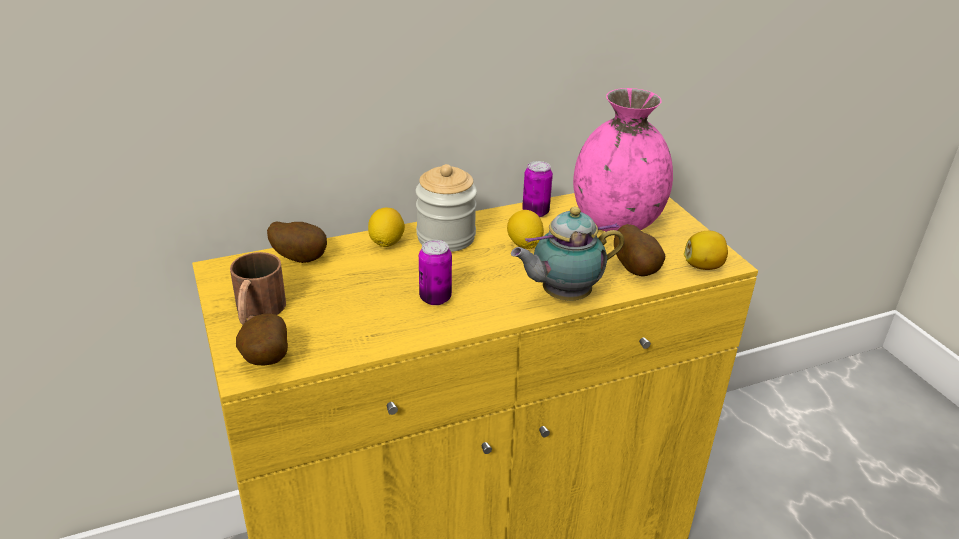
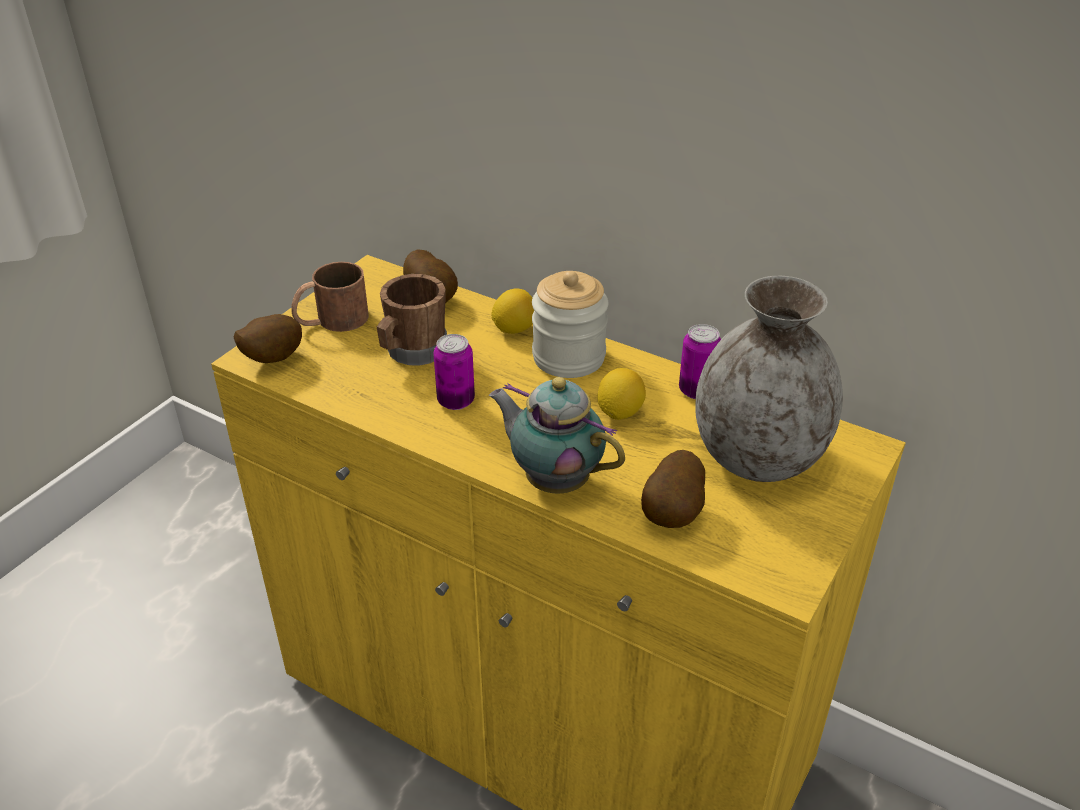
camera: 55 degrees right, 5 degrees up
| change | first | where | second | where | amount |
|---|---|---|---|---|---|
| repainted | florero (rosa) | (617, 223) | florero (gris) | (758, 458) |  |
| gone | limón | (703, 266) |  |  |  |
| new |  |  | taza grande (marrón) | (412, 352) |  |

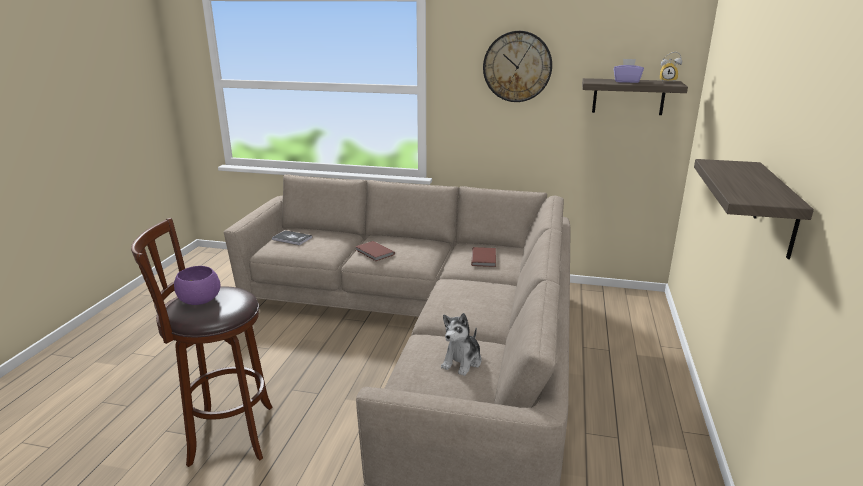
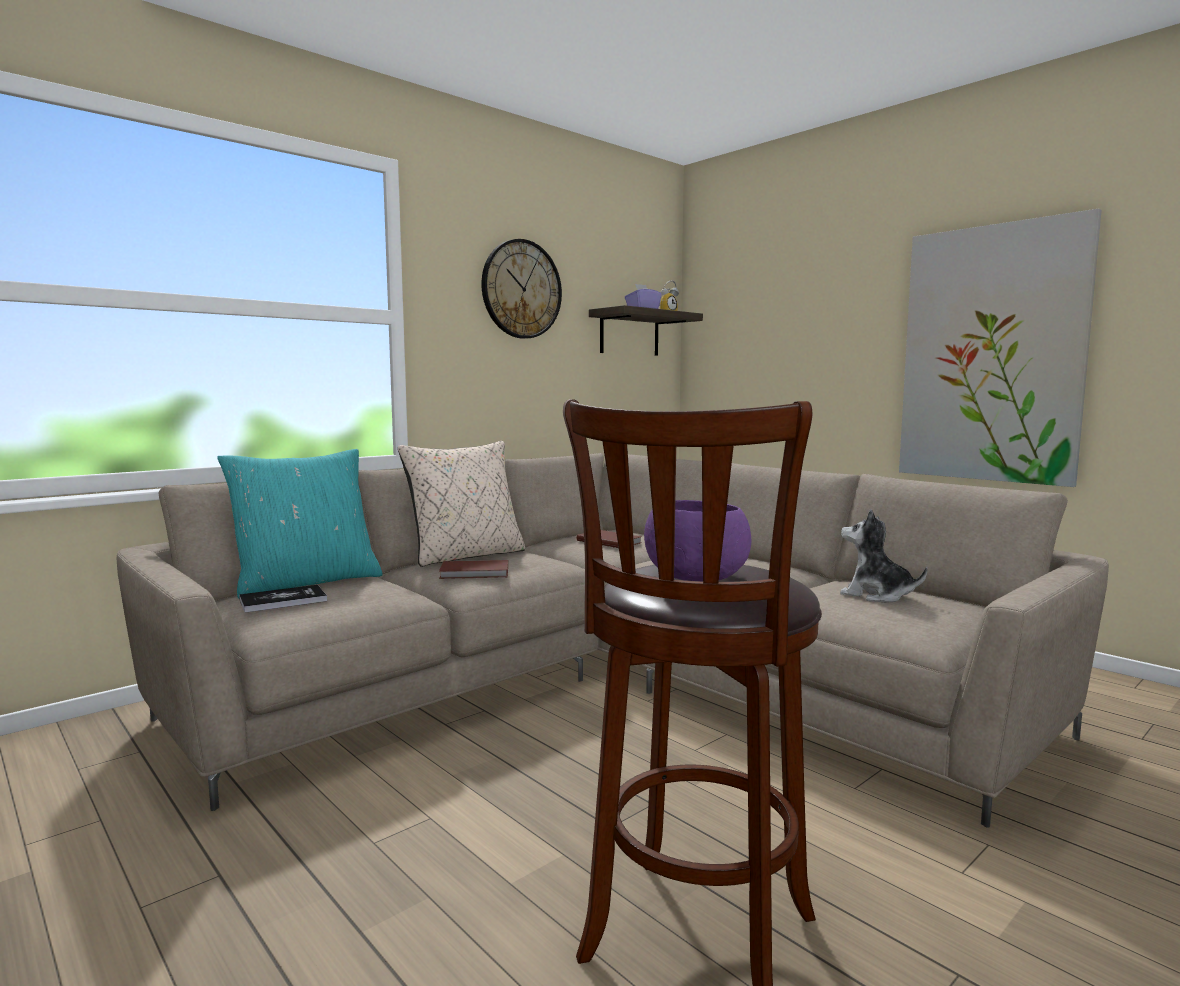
camera: 55 degrees left, 15 degrees down
| change | first | where | second | where | amount |
|---|---|---|---|---|---|
| swapped | estante | (777, 210) | cuadro | (991, 354) |  |
| rotated | peluche | (462, 361) |  | (876, 595) | 150 degrees clockwise |
| new |  |  | cojín (beis) | (466, 556) |  |
| new |  |  | cojín (turquesa) | (306, 582) |  |

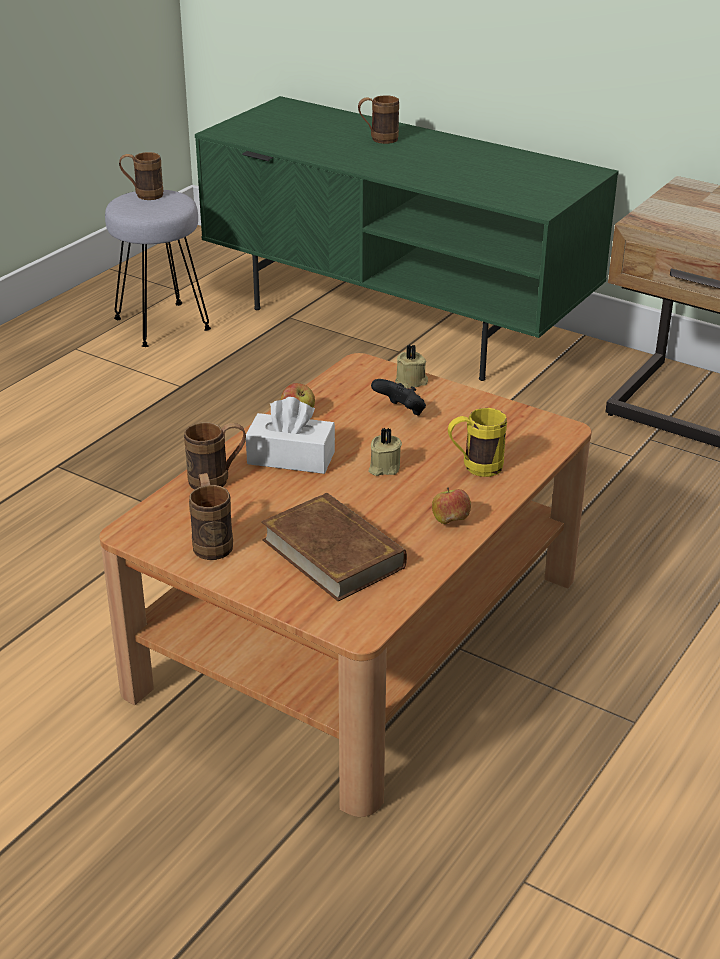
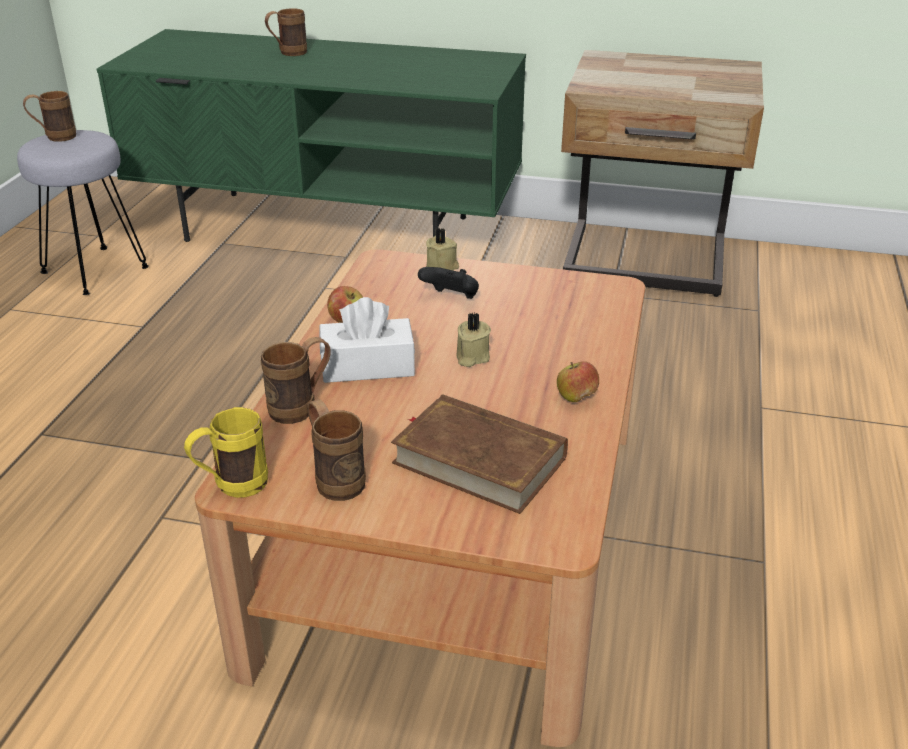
camera: 20 degrees left, 0 degrees up
| change | first | where | second | where | amount |
|---|---|---|---|---|---|
| shifted | taza grande (amarillo) | (474, 468) |  | (231, 487) |  |

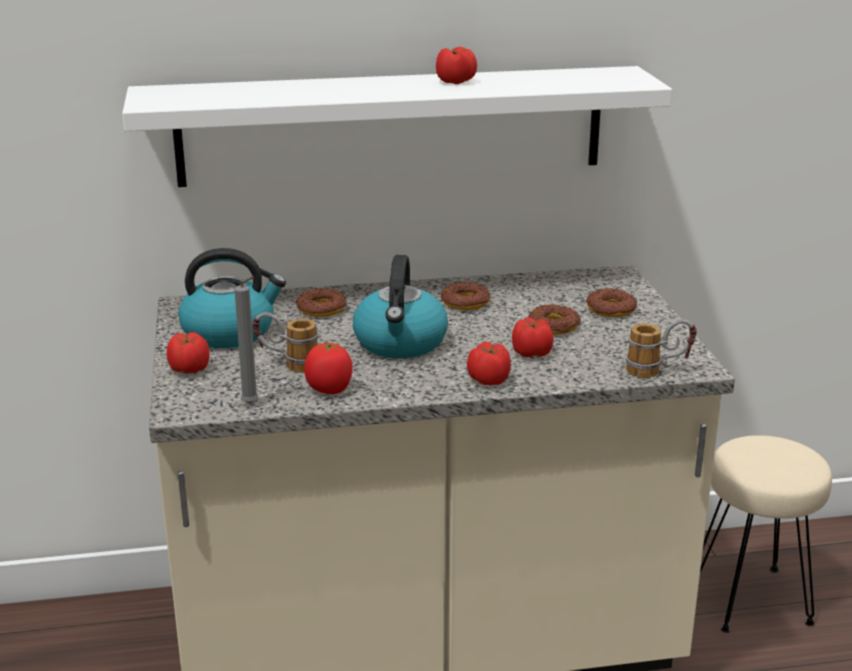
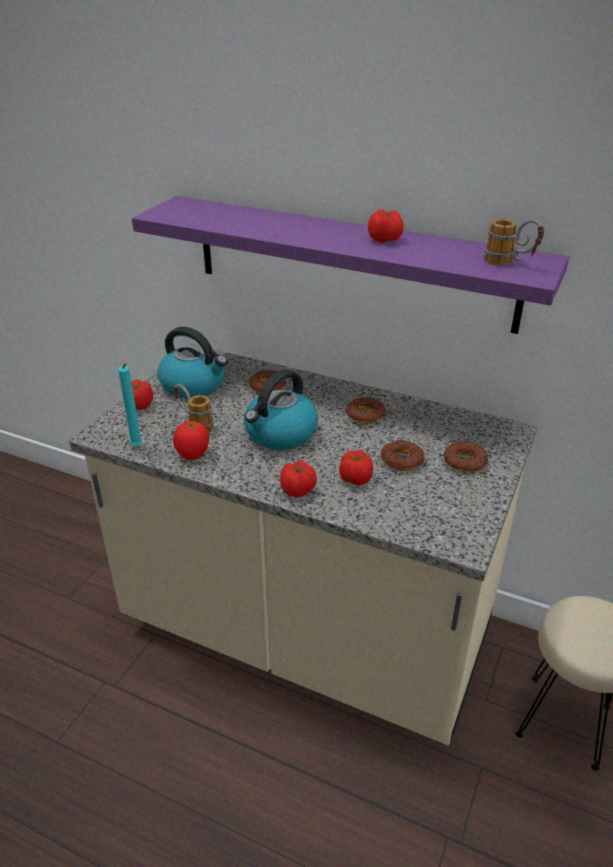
camera: 35 degrees right, 10 degrees up
| change | first | where | second | where | amount |
|---|---|---|---|---|---|
| repainted | estante (blanco) | (392, 126) | estante (morado) | (351, 262) |  |
| repainted | vela (gris) | (252, 405) | vela (turquesa) | (137, 447) |  |
| shifted | taza grande | (658, 371) |  | (510, 263) |  |

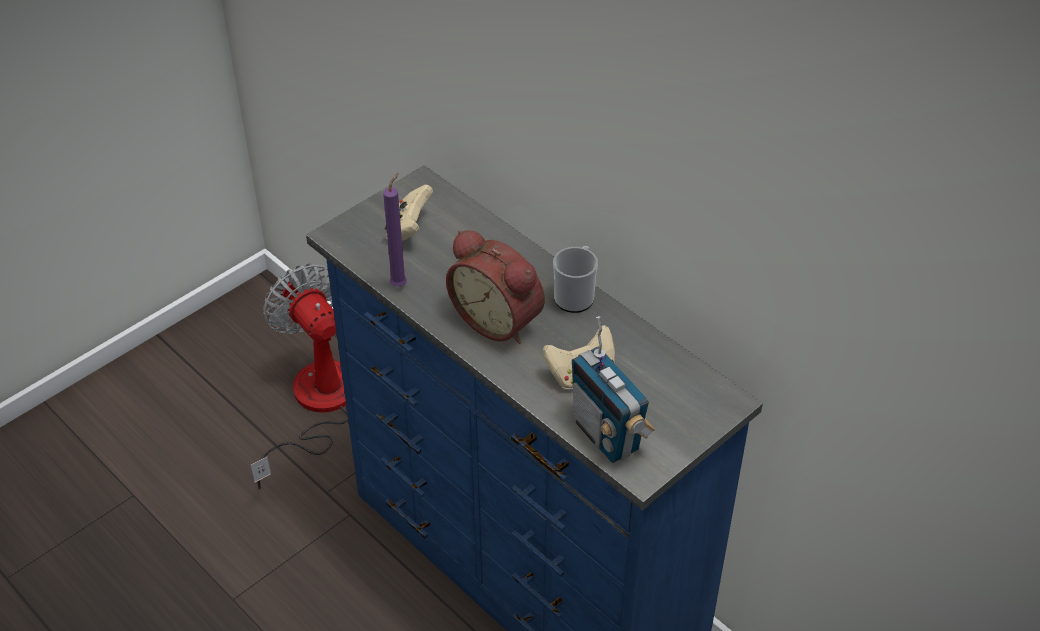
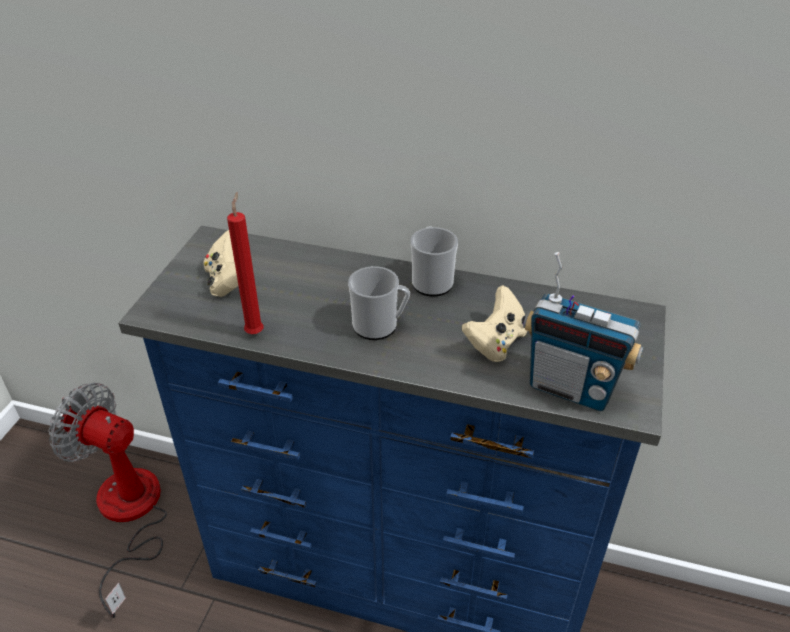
camera: 30 degrees left, 5 degrees down
| change | first | where | second | where | amount |
|---|---|---|---|---|---|
| repainted | vela (morado) | (400, 284) | vela (rojo) | (255, 331) |  |
| swapped | despertador | (499, 319) | taza grande | (380, 326) |  |

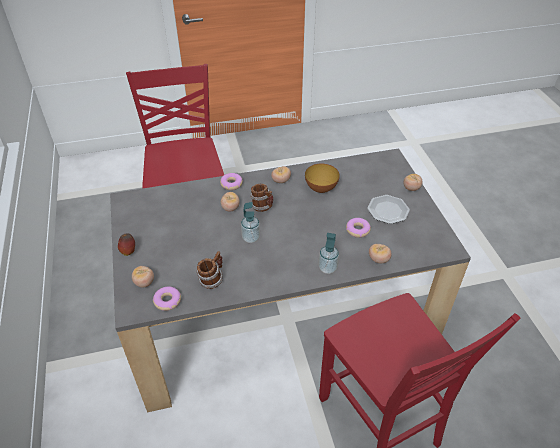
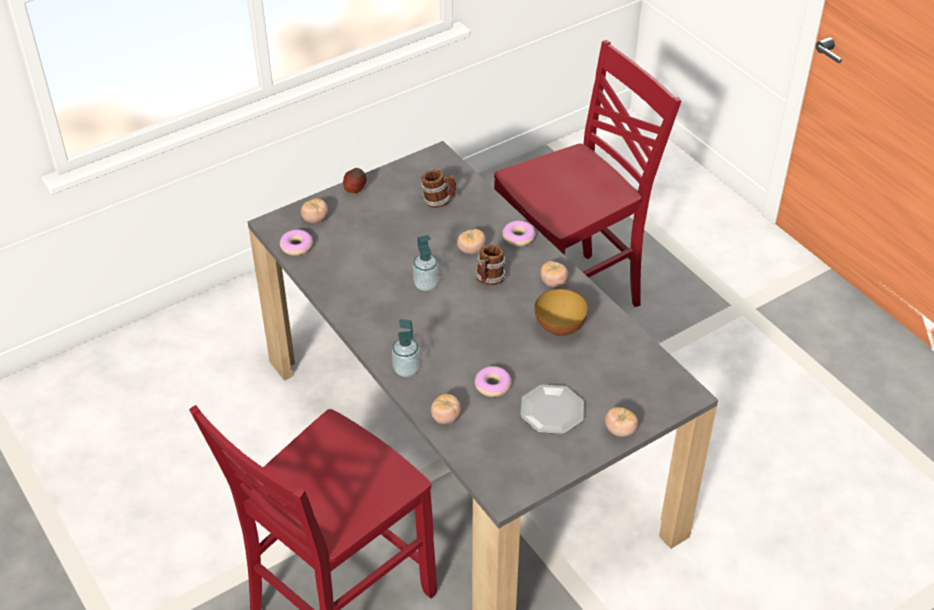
camera: 70 degrees right, 0 degrees up
| change | first | where | second | where | amount |
|---|---|---|---|---|---|
| shifted | taza grande | (212, 279) |  | (439, 201) |  |

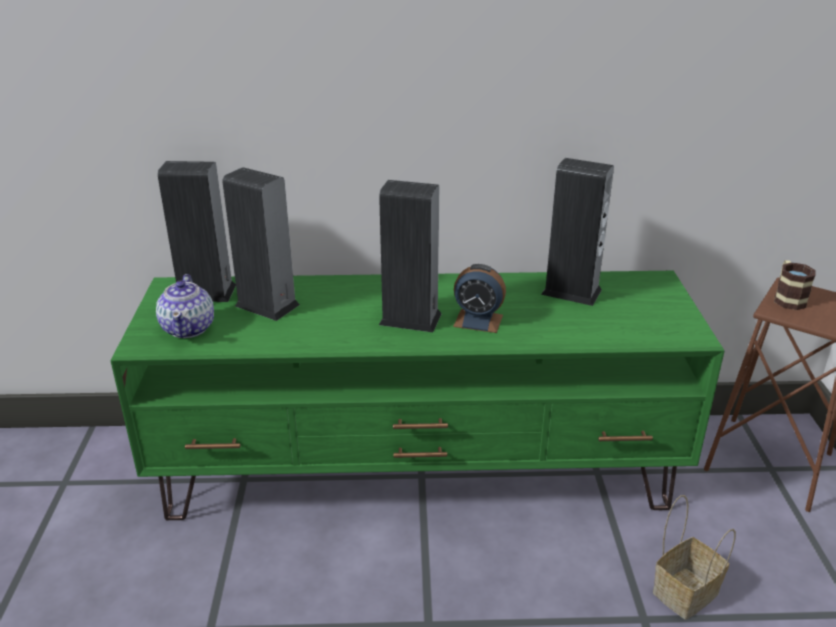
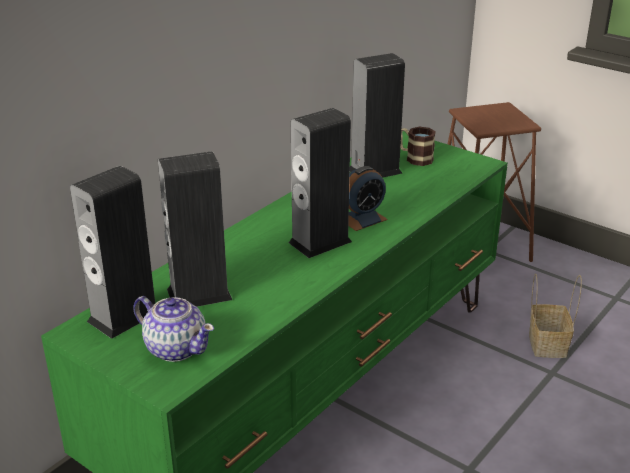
camera: 50 degrees left, 0 degrees up
| change | first | where | second | where | amount |
|---|---|---|---|---|---|
| shifted | taza grande | (787, 298) |  | (415, 158) |  |

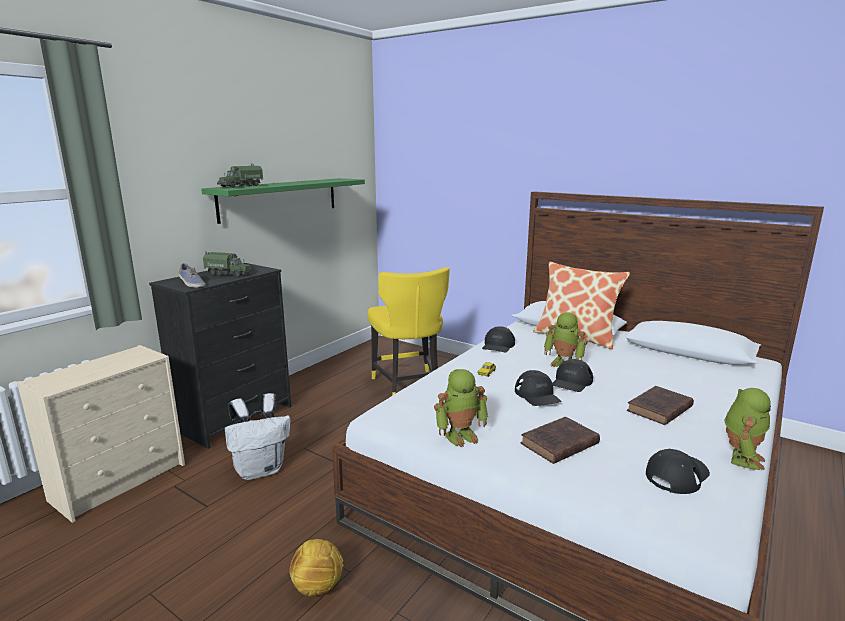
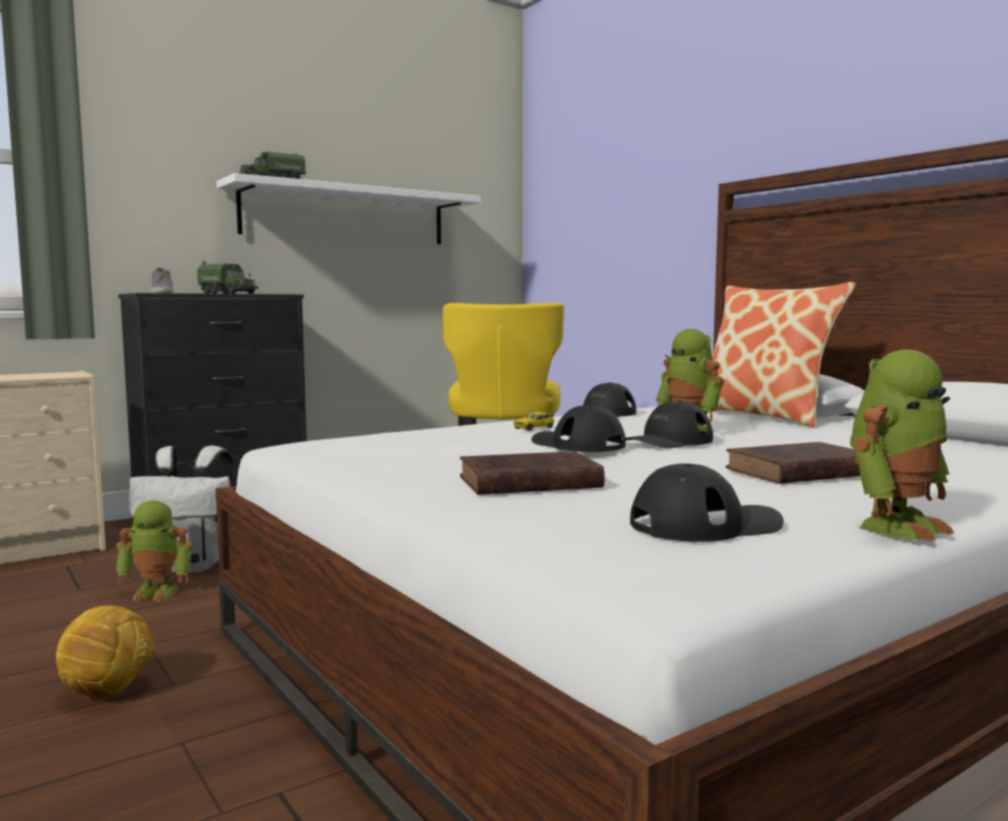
camera: 20 degrees right, 10 degrees down
| change | first | where | second | where | amount |
|---|---|---|---|---|---|
| repainted | estante (verde) | (280, 199) | estante (blanco) | (346, 215) |  |
| shifted | robot de juguete | (461, 435) |  | (157, 592) |  |
| rotated | gorra (negro) | (537, 395) |  | (578, 444) | 135 degrees clockwise |

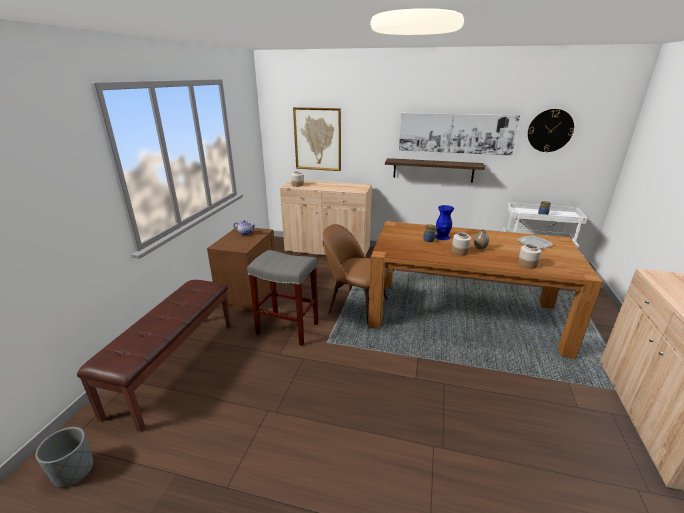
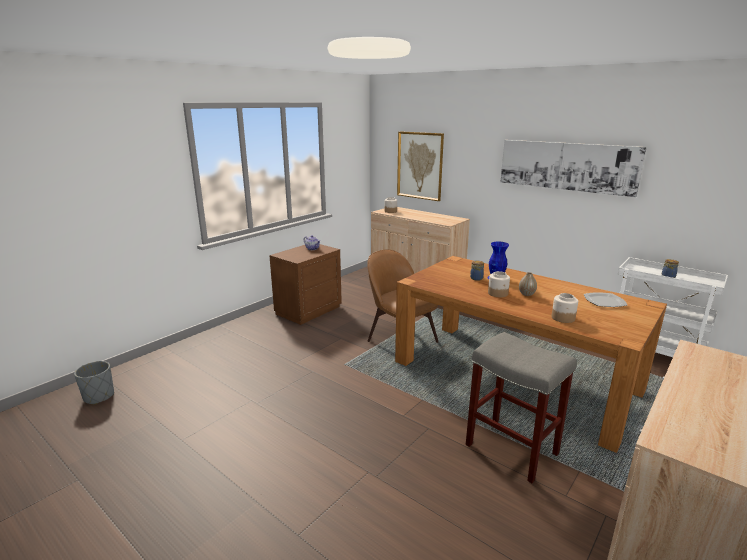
camera: 25 degrees right, 5 degrees down
| change | first | where | second | where | amount |
|---|---|---|---|---|---|
| gone | reloj de pared | (550, 130) |  |  |  |
| gone | estante | (433, 170) |  |  |  |
| shifted | taburete (gris) | (288, 328) |  | (513, 449) |  |
| gone | banco (marrón) | (175, 365) |  |  |  |

